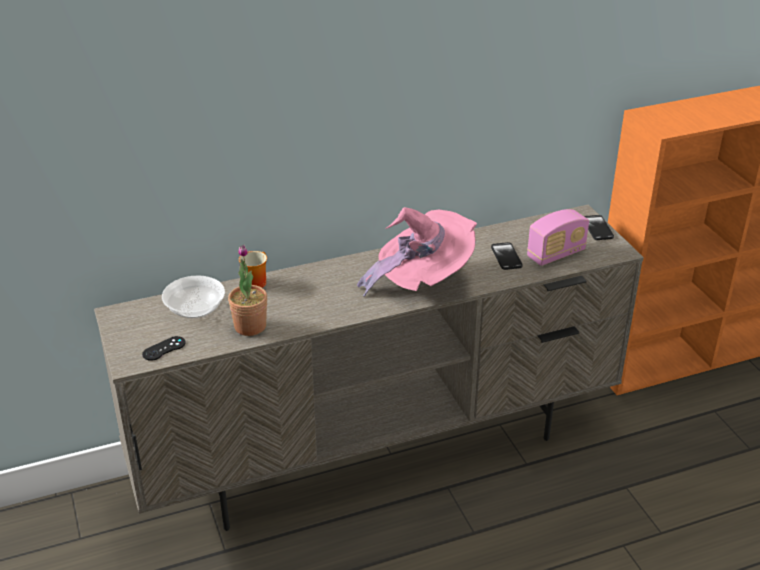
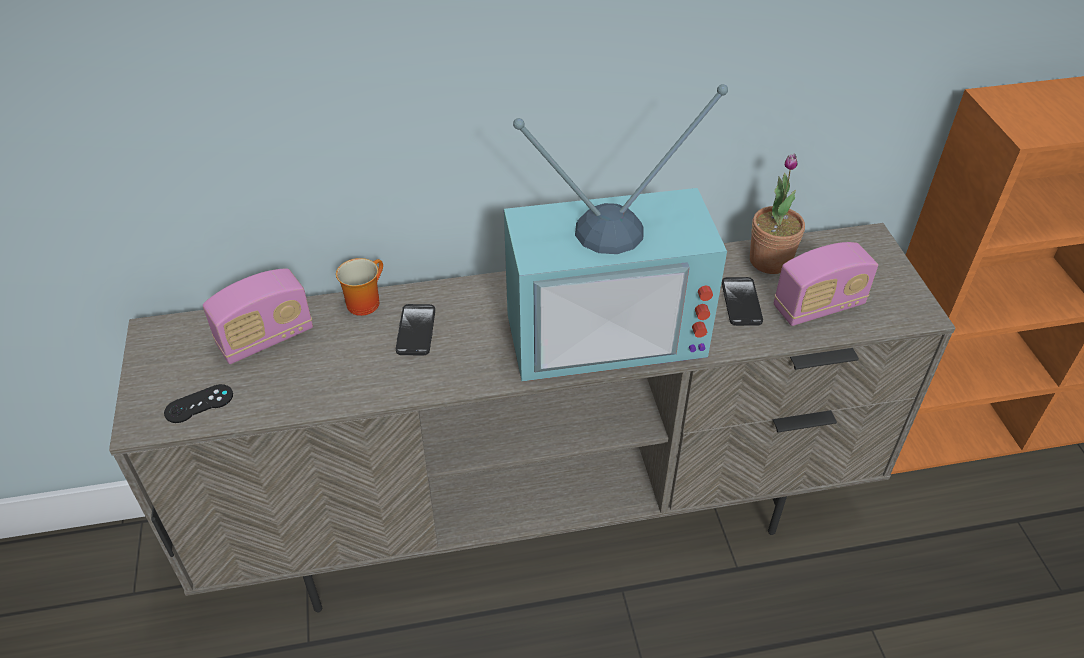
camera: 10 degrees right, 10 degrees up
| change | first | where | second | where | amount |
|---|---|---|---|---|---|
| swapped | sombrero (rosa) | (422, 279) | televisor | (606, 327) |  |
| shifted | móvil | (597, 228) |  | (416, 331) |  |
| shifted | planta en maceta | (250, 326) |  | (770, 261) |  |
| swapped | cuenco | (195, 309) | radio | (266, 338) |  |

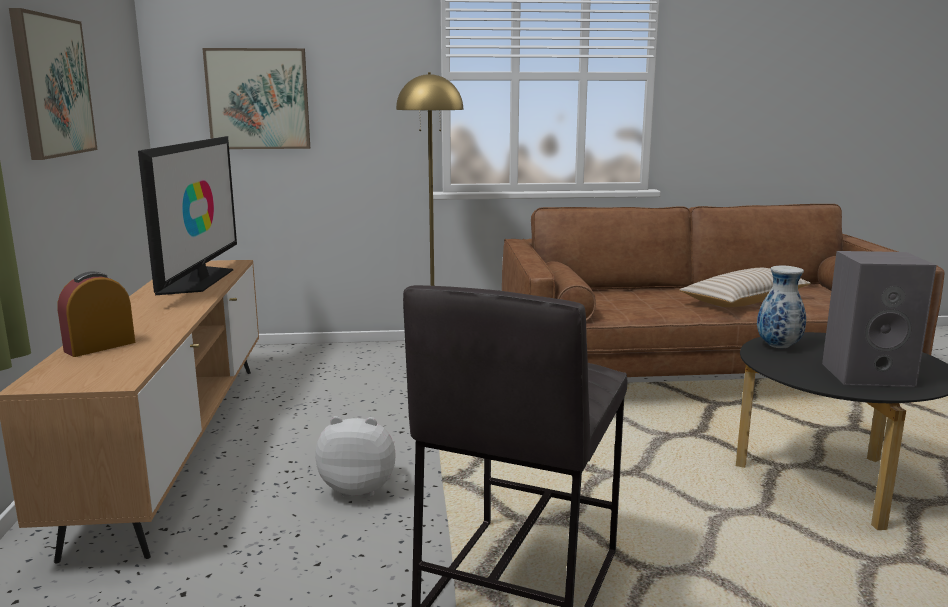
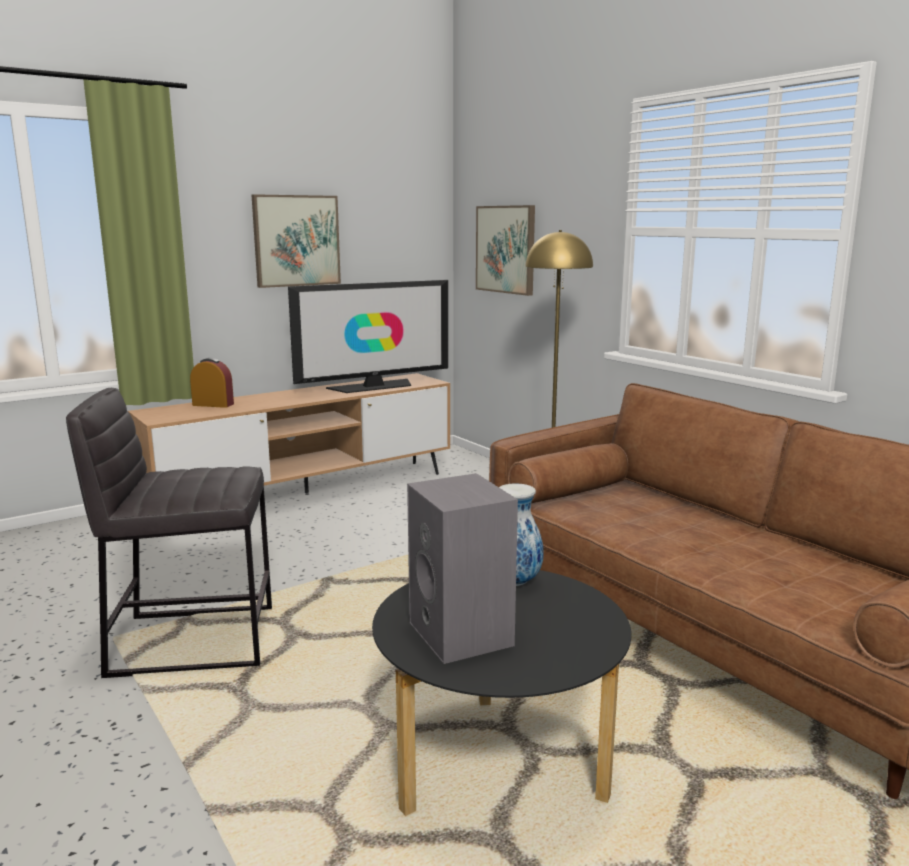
camera: 60 degrees right, 0 degrees up
| change | first | where | second | where | amount |
|---|---|---|---|---|---|
| gone | cojín (beis) | (744, 301) |  |  |  |
| gone | peluche | (359, 488) |  |  |  |

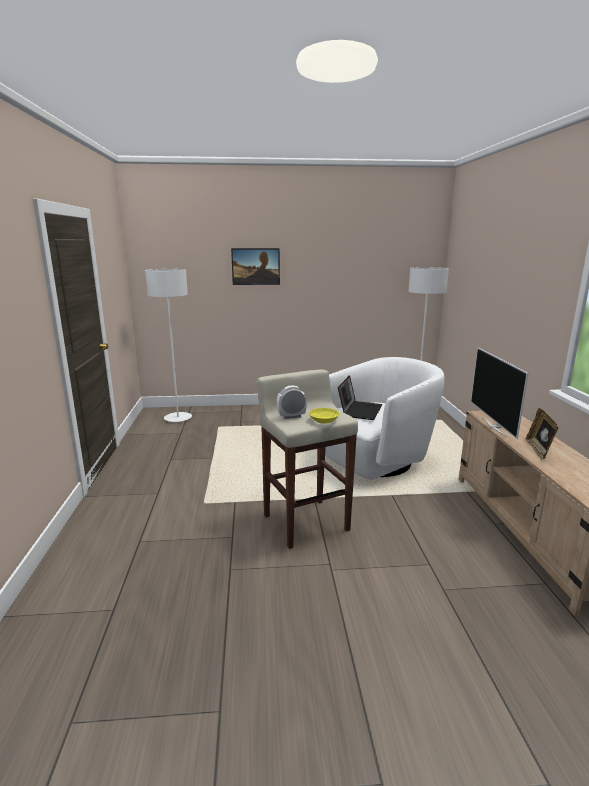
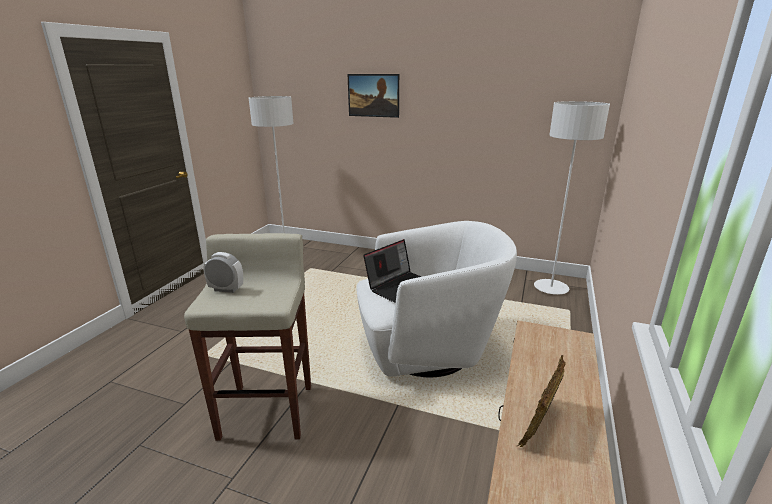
camera: 25 degrees right, 5 degrees up
| change | first | where | second | where | amount |
|---|---|---|---|---|---|
| gone | televisor | (495, 426) |  |  |  |
| gone | cuenco (amarillo) | (323, 420) |  |  |  |

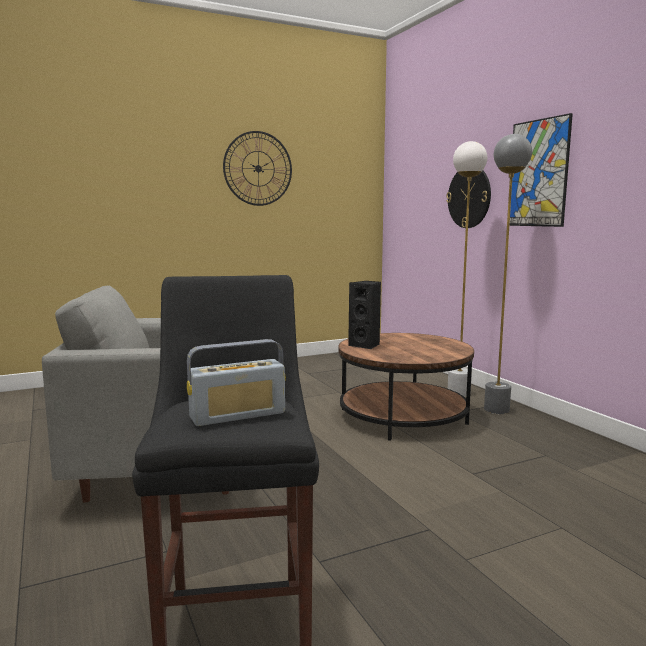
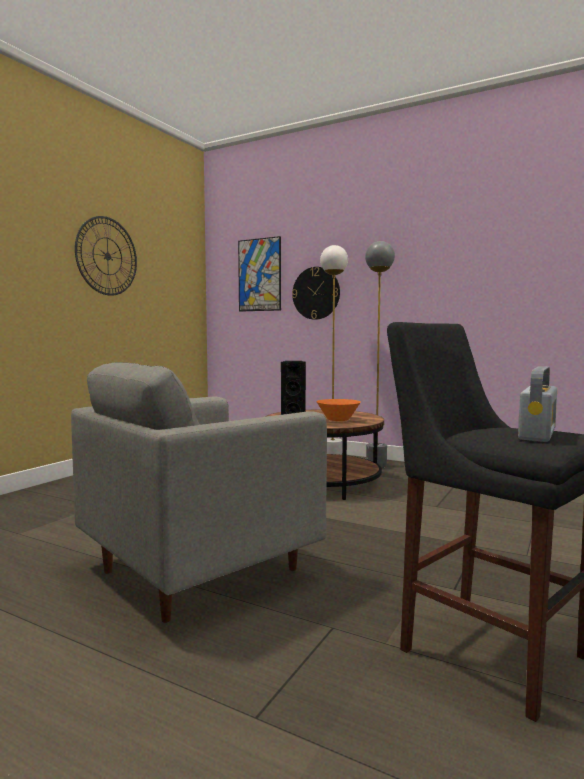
camera: 35 degrees left, 5 degrees down
| change | first | where | second | where | amount |
|---|---|---|---|---|---|
| shifted | cuadro | (538, 173) |  | (259, 275) |  |
| new |  |  | cuenco (naranja) | (338, 420) |  |

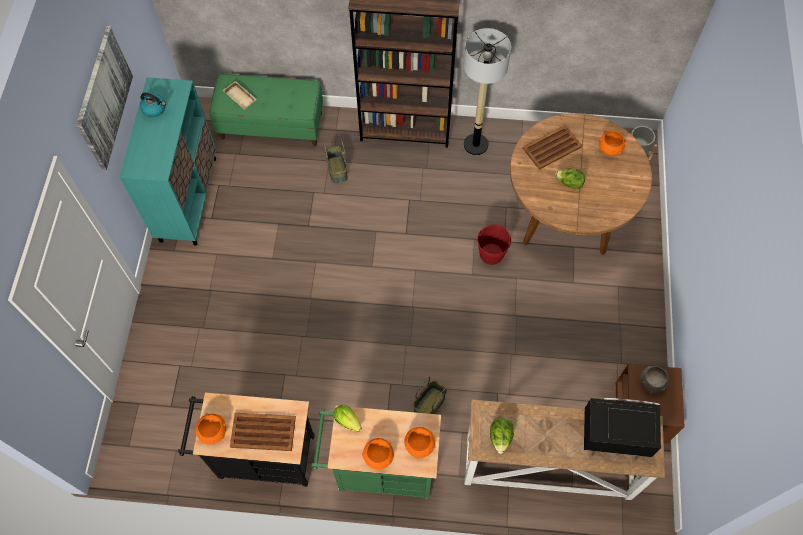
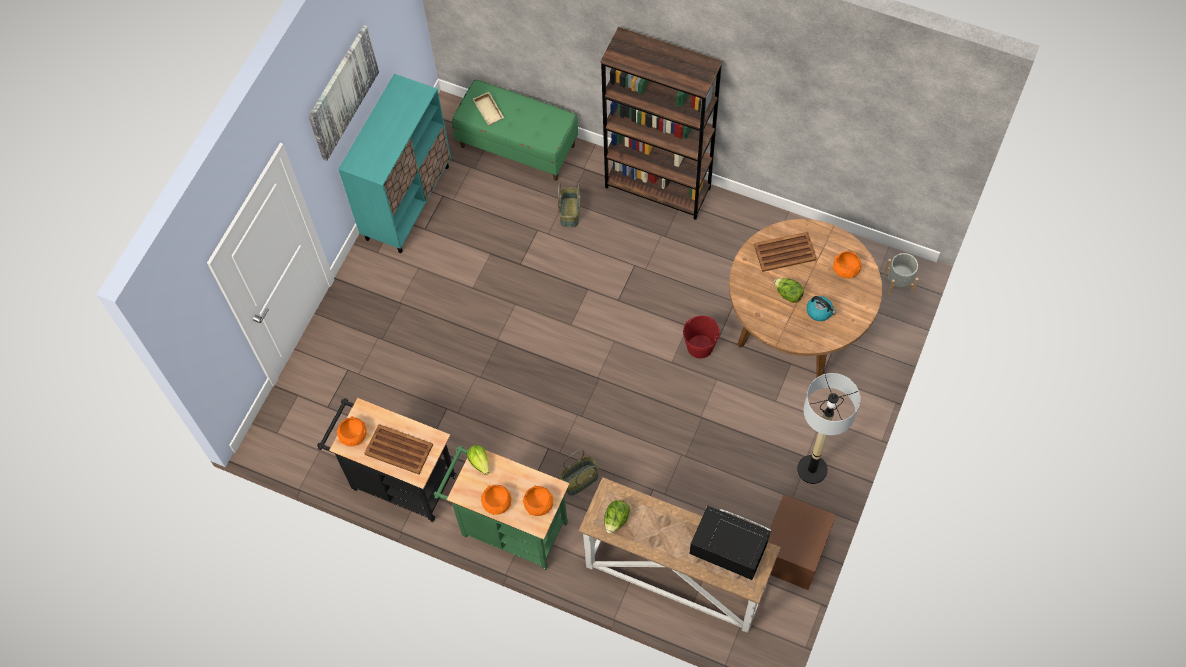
camera: 20 degrees right, 0 degrees up
| change | first | where | second | where | amount |
|---|---|---|---|---|---|
| shifted | lámpara de pie | (476, 145) |  | (812, 470) |  |
| shifted | hervidor | (155, 109) |  | (819, 311) |  |
| gone | cuenco (gris) | (652, 382) |  |  |  |

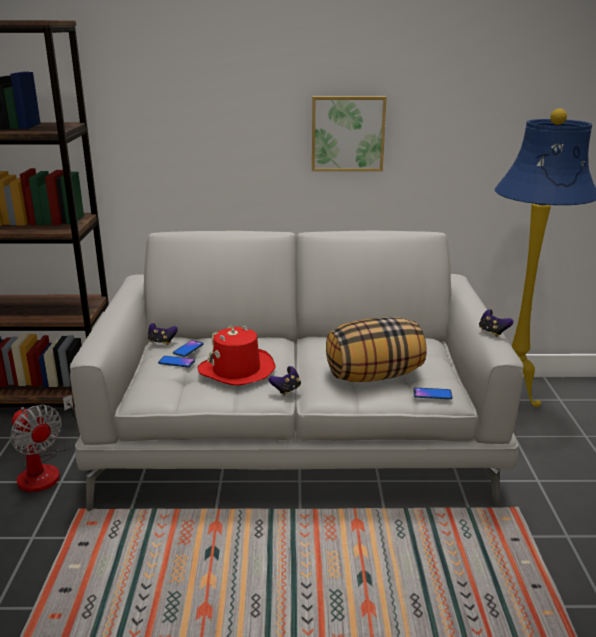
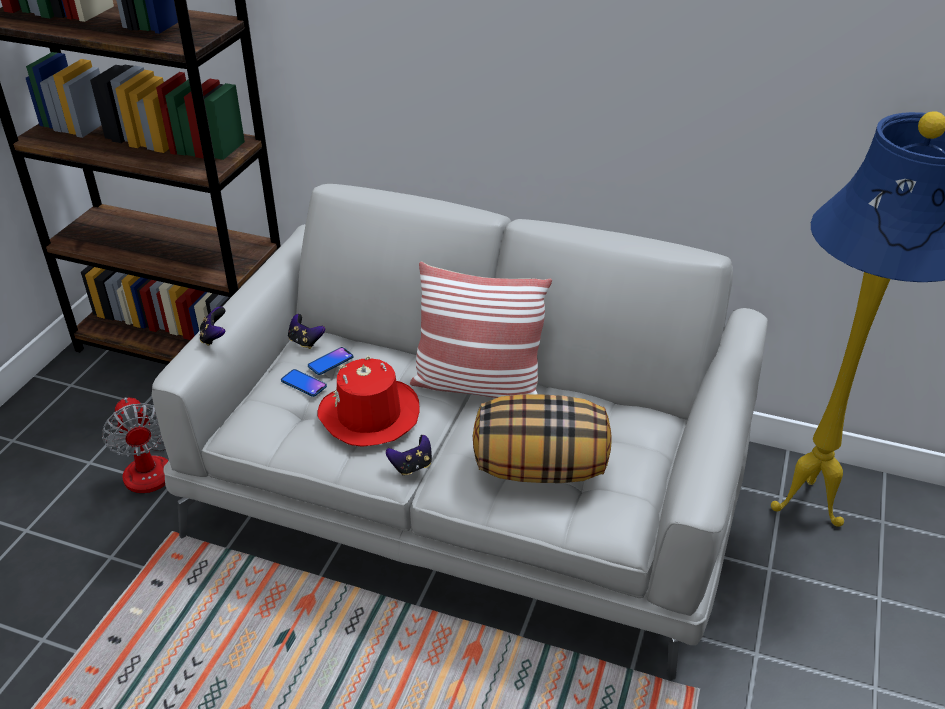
camera: 20 degrees right, 15 degrees up
| change | first | where | second | where | amount |
|---|---|---|---|---|---|
| gone | cuadro | (347, 133) |  |  |  |
| shifted | mando de consola | (492, 332) |  | (214, 337) |  |
| gone | móvil | (432, 394) |  |  |  |
| new |  |  | cojín | (477, 384) |  |

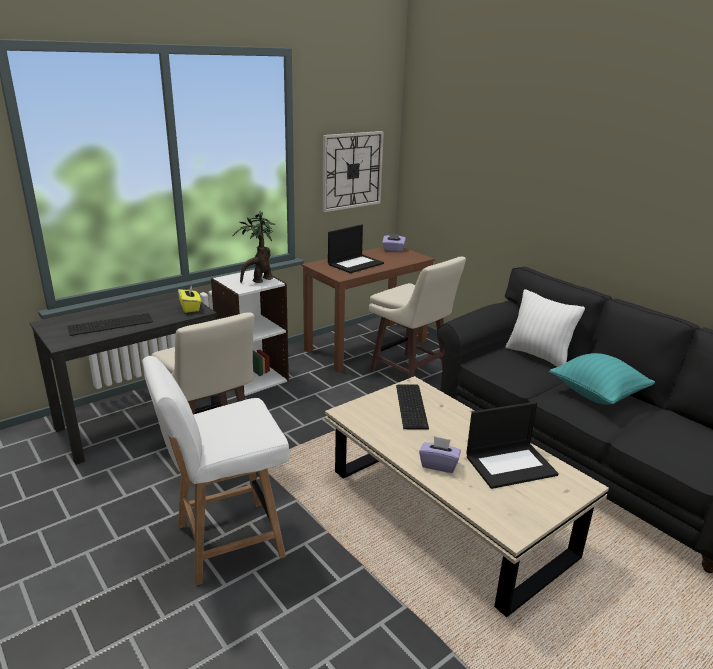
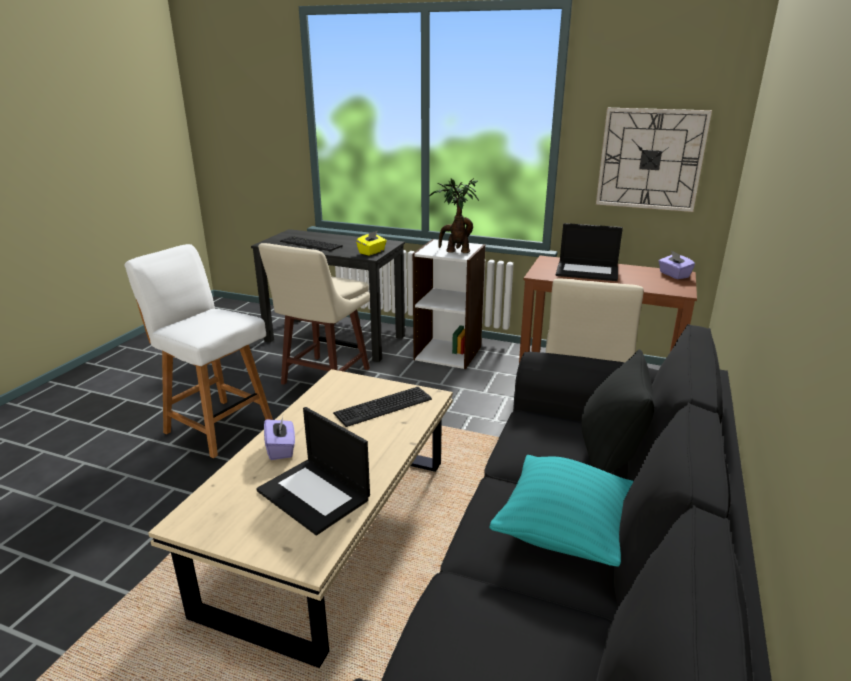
camera: 60 degrees right, 0 degrees up
| change | first | where | second | where | amount |
|---|---|---|---|---|---|
| repainted | cojín (blanco) | (538, 355) | cojín (negro) | (610, 454) |  |

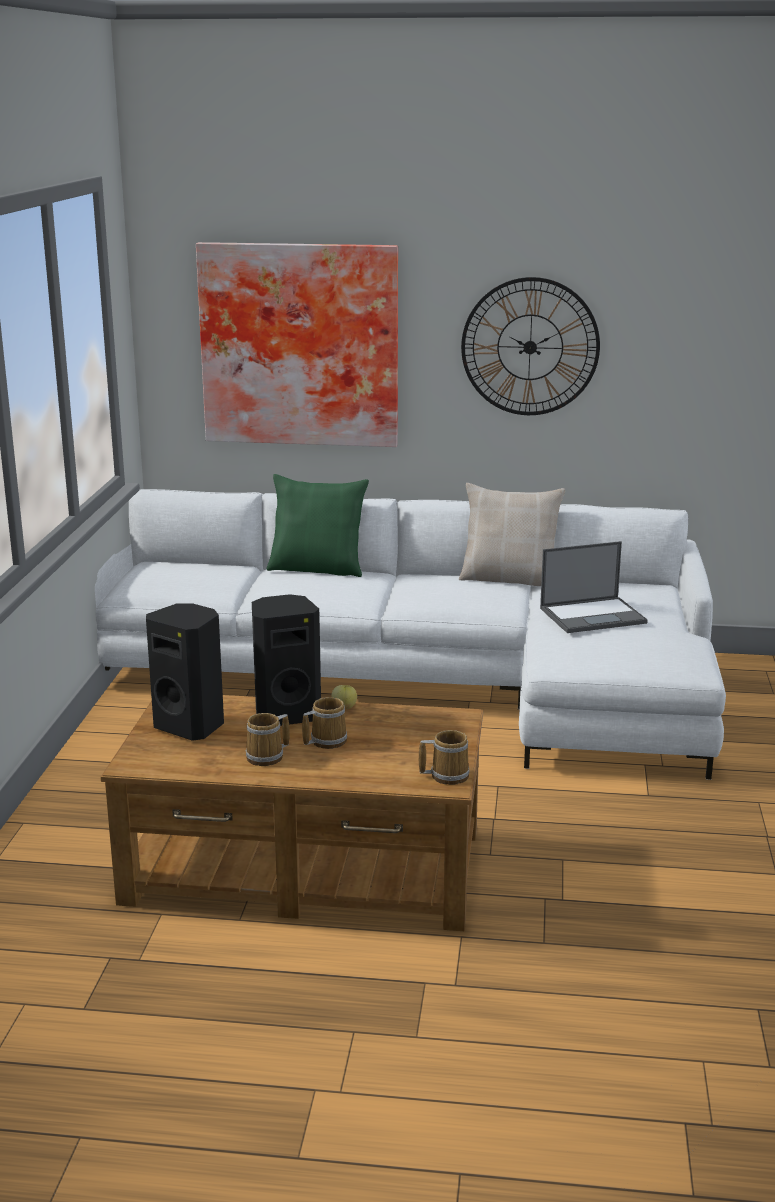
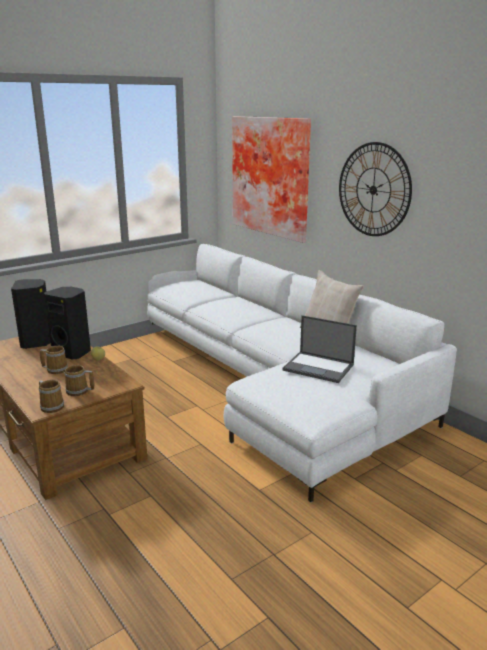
camera: 45 degrees right, 0 degrees up
| change | first | where | second | where | amount |
|---|---|---|---|---|---|
| gone | cojín (verde) | (317, 569) |  |  |  |
| shifted | taza grande | (267, 757) |  | (78, 391) |  |

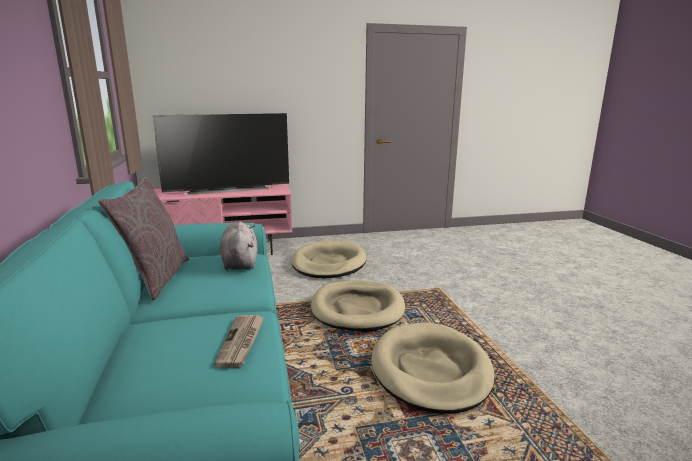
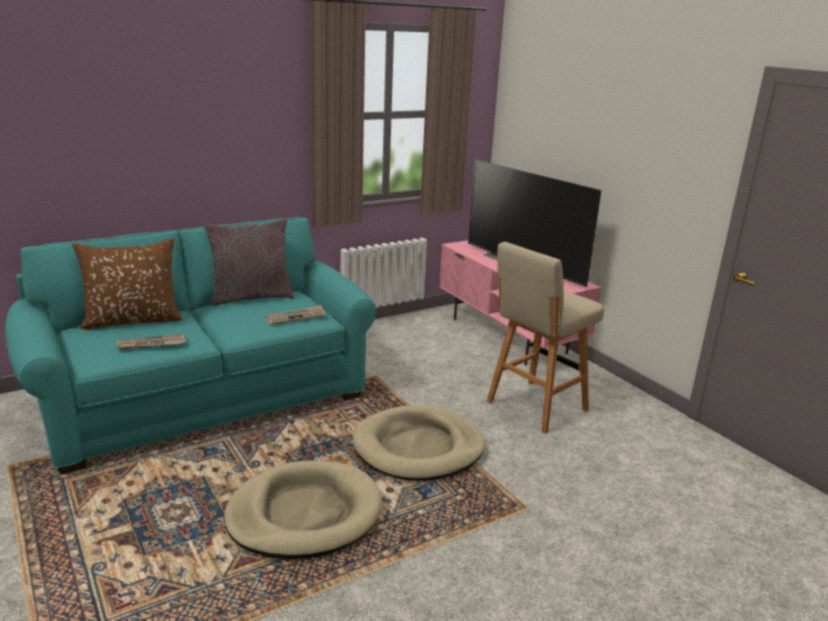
camera: 70 degrees right, 5 degrees up
| change | first | where | second | where | amount |
|---|---|---|---|---|---|
| swapped | peluche (gris) | (239, 262) | periódico | (296, 317) |  |
| swapped | cama para perro (beis) | (329, 263) | taburete (beis) | (534, 407) |  |
| new |  |  | cojín (marrón) | (133, 320) |  |

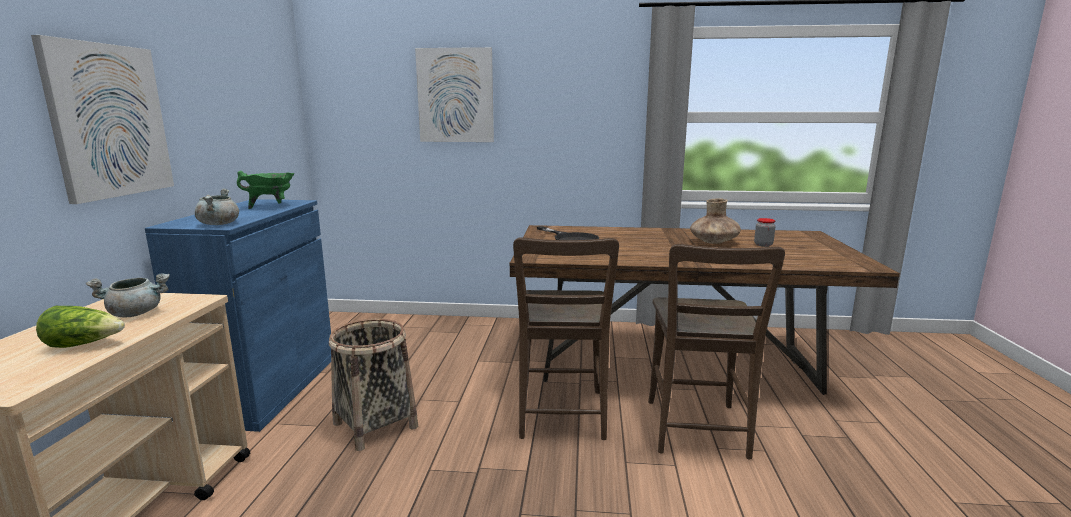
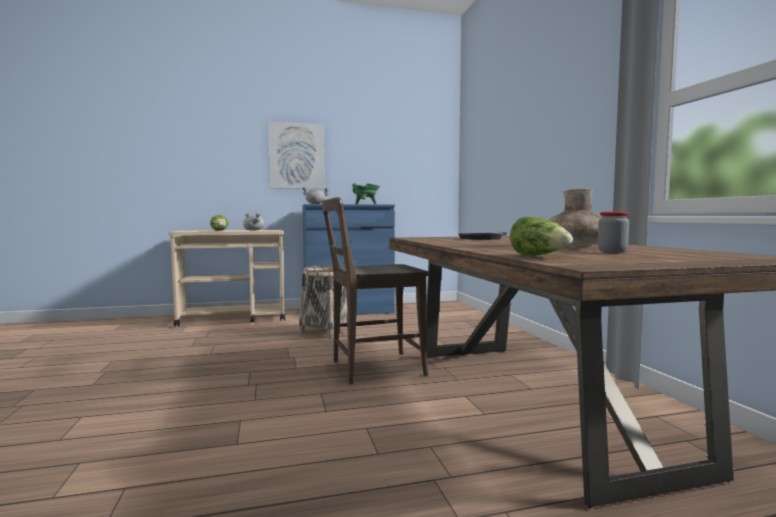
camera: 70 degrees right, 10 degrees down
| change | first | where | second | where | amount |
|---|---|---|---|---|---|
| gone | cuadro | (455, 96) |  |  |  |
| gone | silla (marrón) | (697, 432) |  |  |  |
| new |  |  | lechuga | (540, 256) |  |

